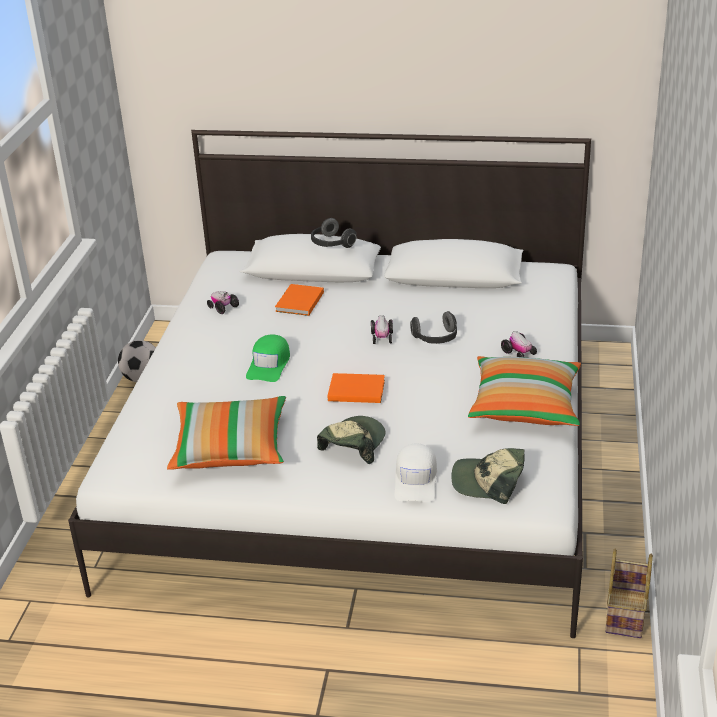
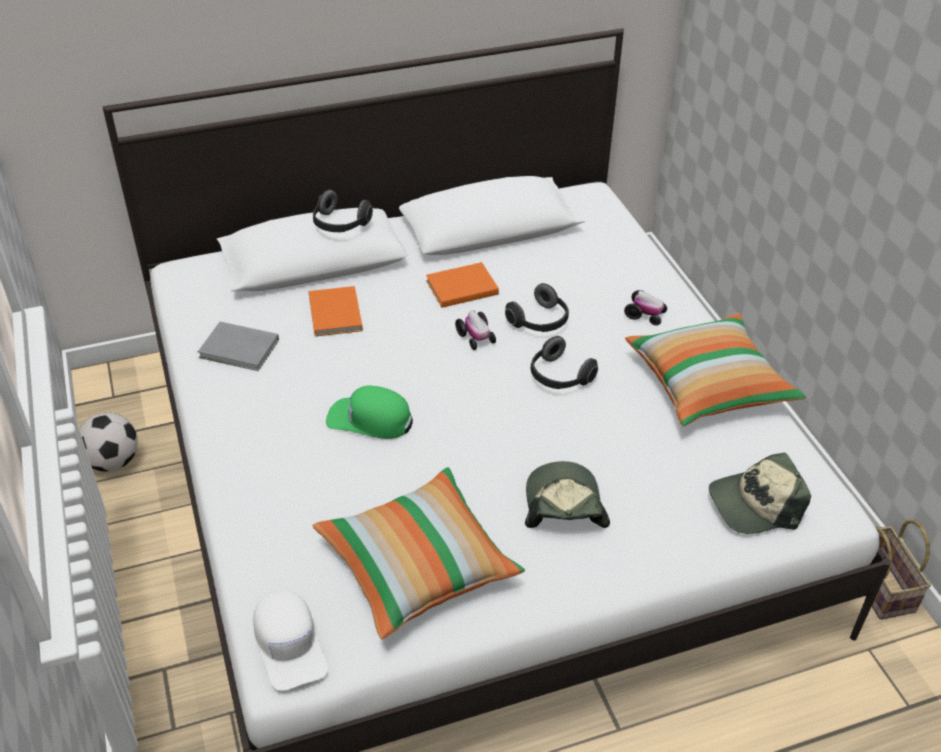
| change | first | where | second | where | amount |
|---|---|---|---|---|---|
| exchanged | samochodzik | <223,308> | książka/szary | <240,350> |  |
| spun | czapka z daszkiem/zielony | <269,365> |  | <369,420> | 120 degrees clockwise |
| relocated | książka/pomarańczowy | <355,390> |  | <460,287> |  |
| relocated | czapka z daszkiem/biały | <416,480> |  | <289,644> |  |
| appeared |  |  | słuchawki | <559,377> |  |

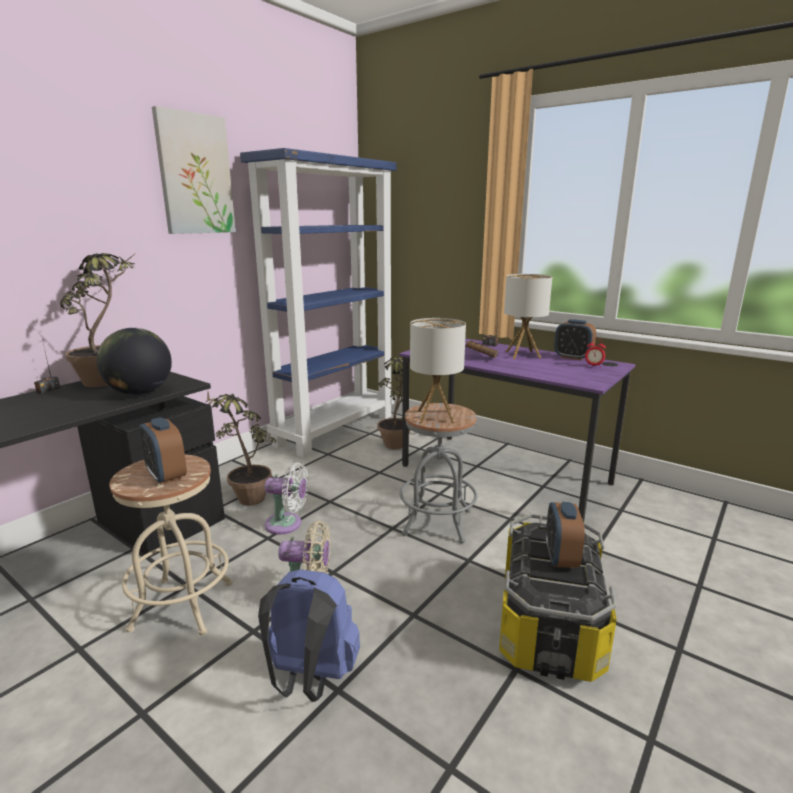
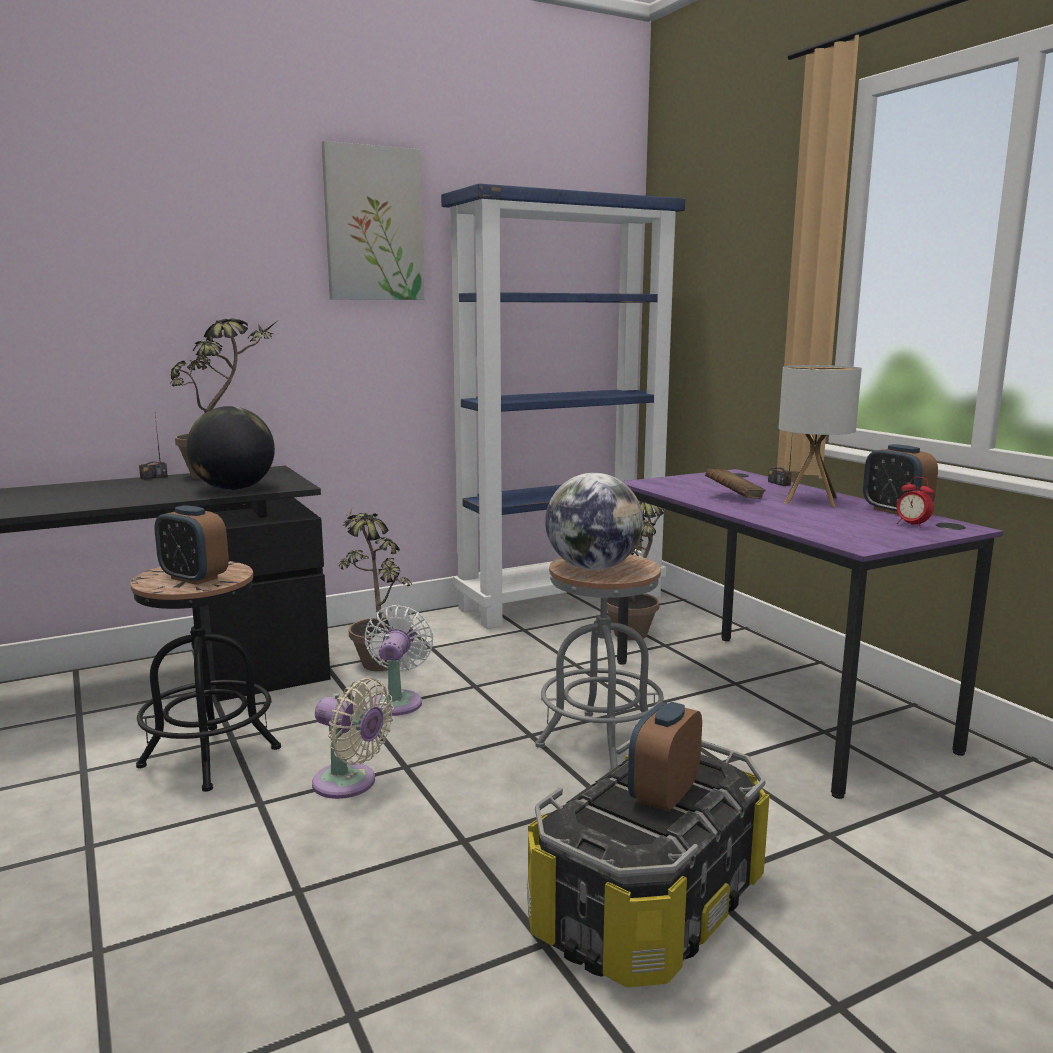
| change | first | where | second | where | amount |
|---|---|---|---|---|---|
| exchanged | lampa stołowa | <435,416> | globus | <593,567> |  |
| spun | budzik | <166,476> |  | <194,578> | 45 degrees counterclockwise |
| colour | stołek/beżowy | <182,605> | stołek/czarny | <210,757> |  |
| spun | wentylator/biały | <287,524> |  | <397,701> | 120 degrees counterclockwise |
| missing | plecak/niebieski | <310,679> |  |  |  |

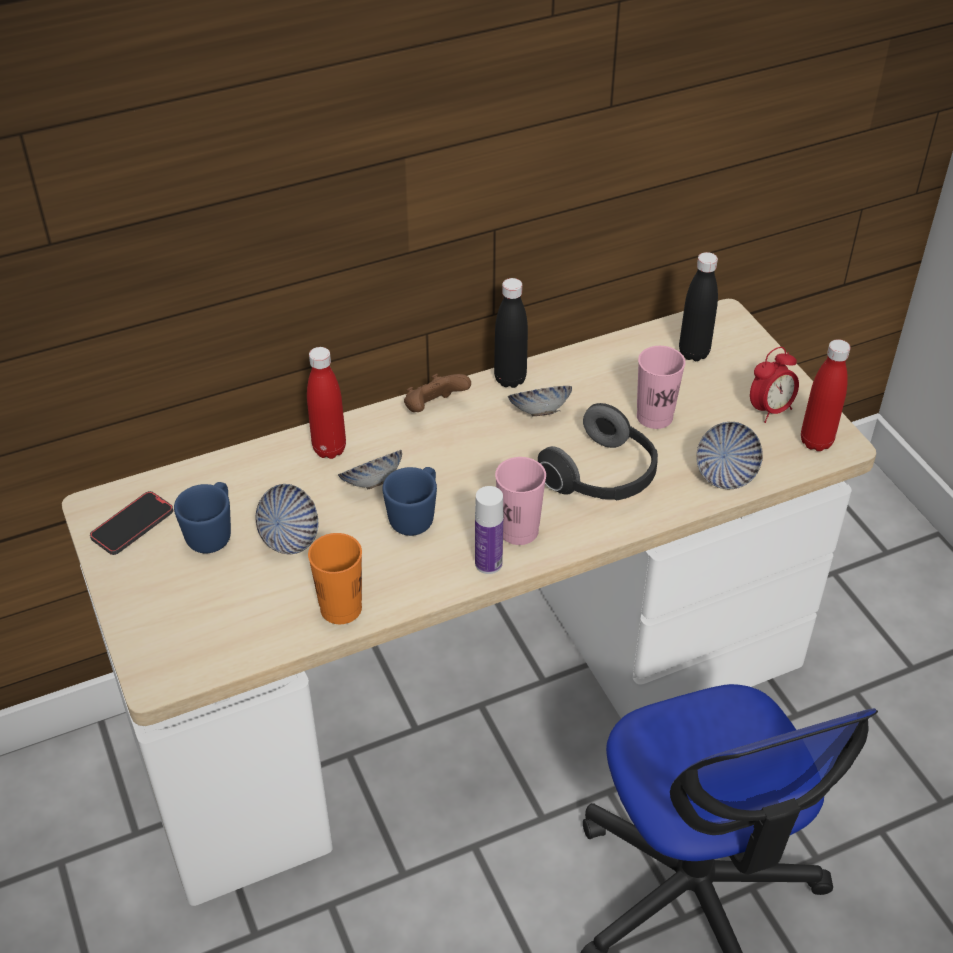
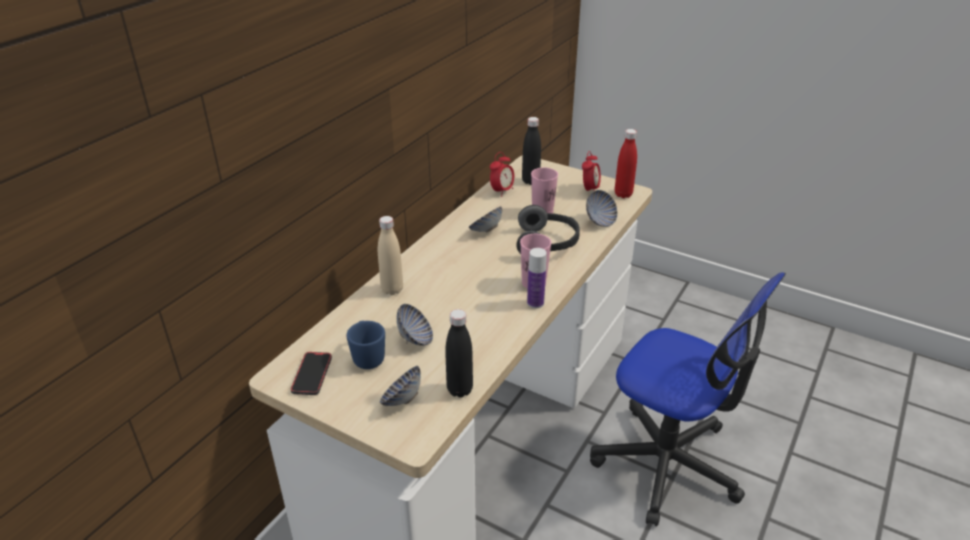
| change | first | where | second | where | amount |
|---|---|---|---|---|---|
| relocated | butelka/czarny | <510,379> |  | <459,390> |  |
| colour | butelka/czerwony | <329,449> | butelka/beżowy | <392,289> |  |
| missing | pad do gier/brązowy | <434,409> |  |  |  |
| relocated | miska | <372,483> |  | <401,400> |  |
| missing | kubek/niebieski | <416,516> |  |  |  |
| missing | filiżanka/pomarańczowy | <341,608> |  |  |  |
| appeared |  |  | budzik | <502,191> |  |

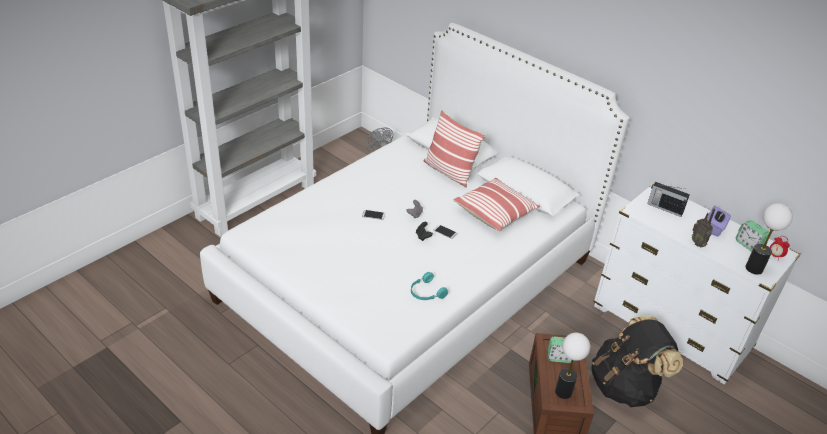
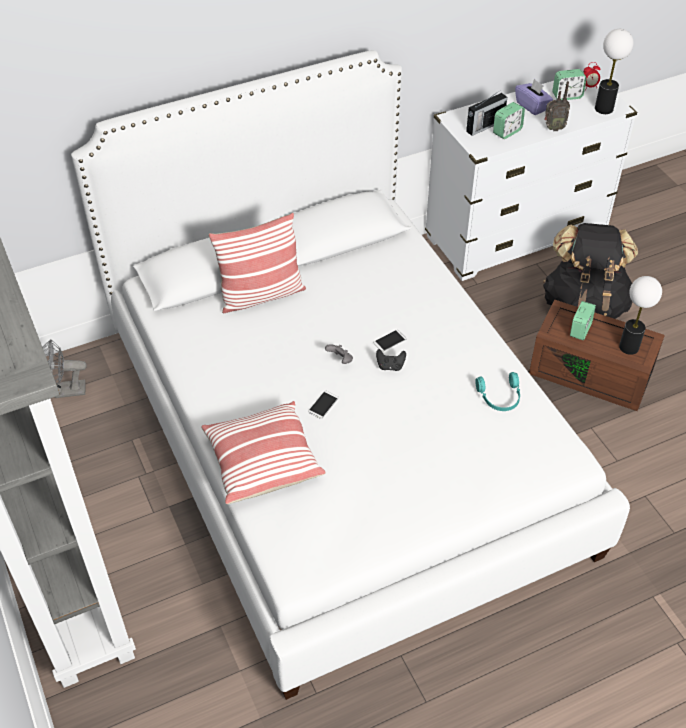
| change | first | where | second | where | amount |
|---|---|---|---|---|---|
| relocated | poduszka | <495,212> |  | <262,461> |  |
| appeared |  |  | budzik | <507,132> |  |

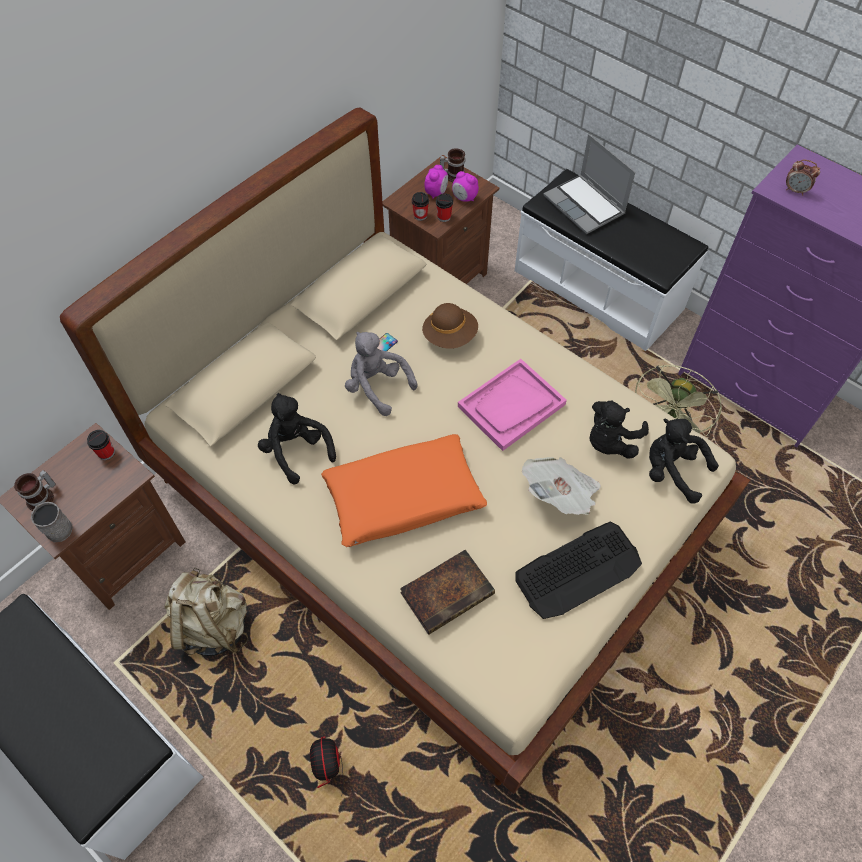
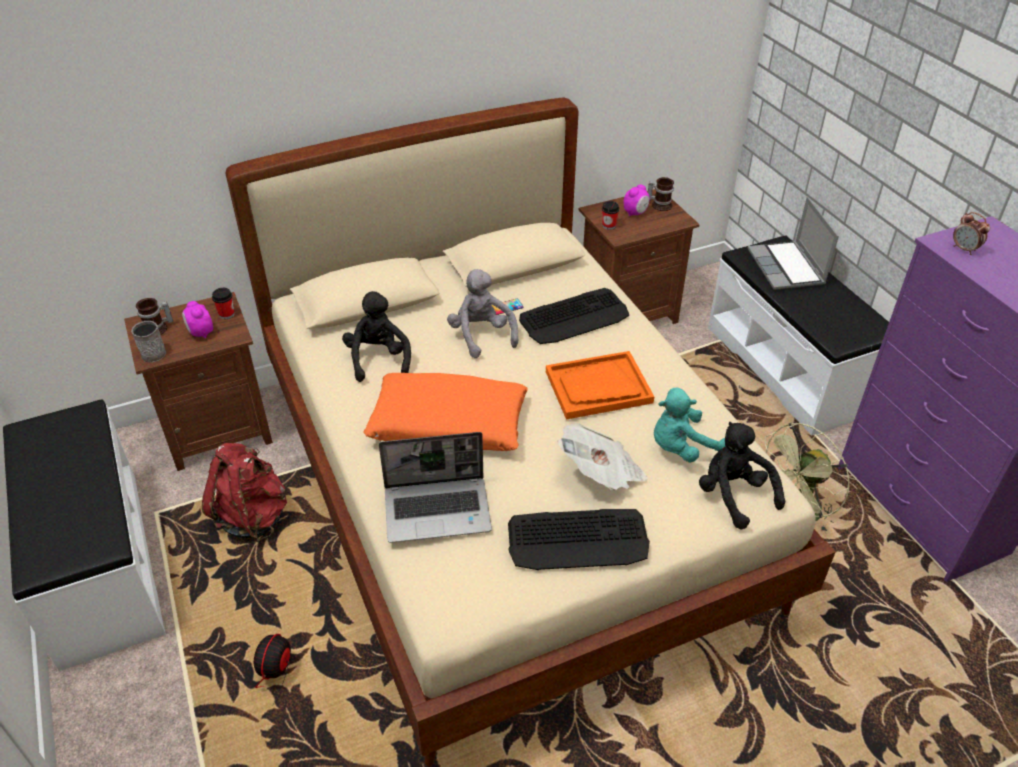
| change | first | where | second | where | amount |
|---|---|---|---|---|---|
| relocated | budzik | <464,198> |  | <201,333> |  |
| missing | filiżanka | <444,217> |  |  |  |
| exchanged | kapelusz/brązowy | <450,336> | klawiatura | <574,317> |  |
| colour | taca/różowy | <511,406> | taca/pomarańczowy | <598,387> |  |
| colour | pluszak/czarny | <610,441> | pluszak/turkusowy | <681,448> |  |
| exchanged | książka | <448,592> | laptop | <438,510> |  |
| colour | plecak/beżowy | <213,626> | plecak/czerwony | <253,517> |  |

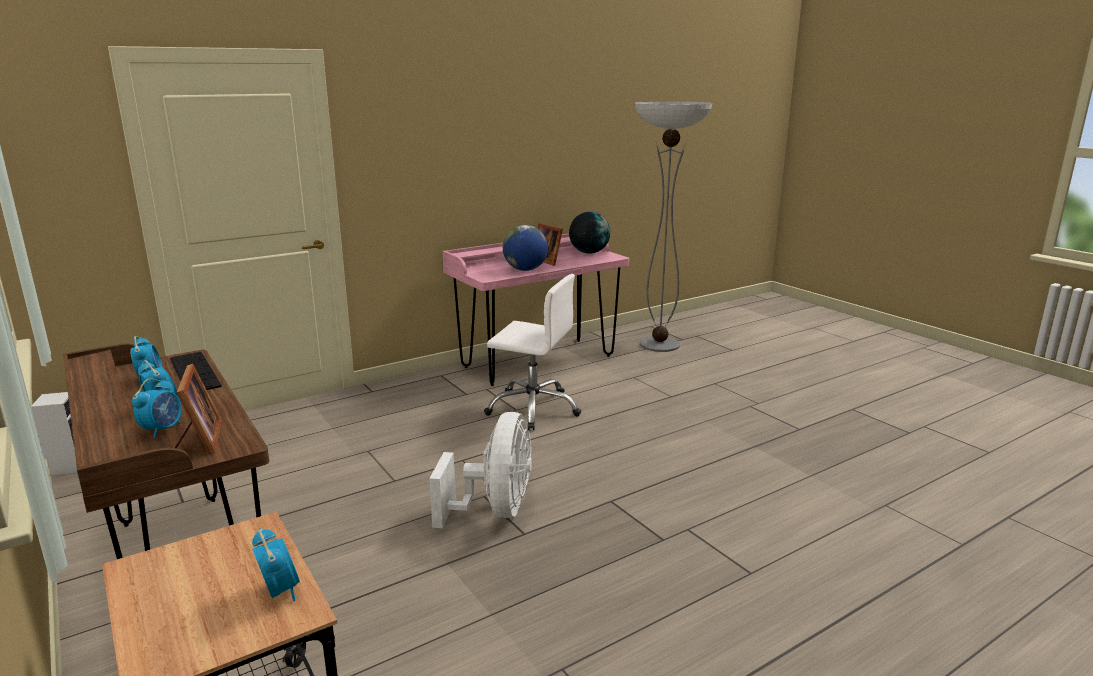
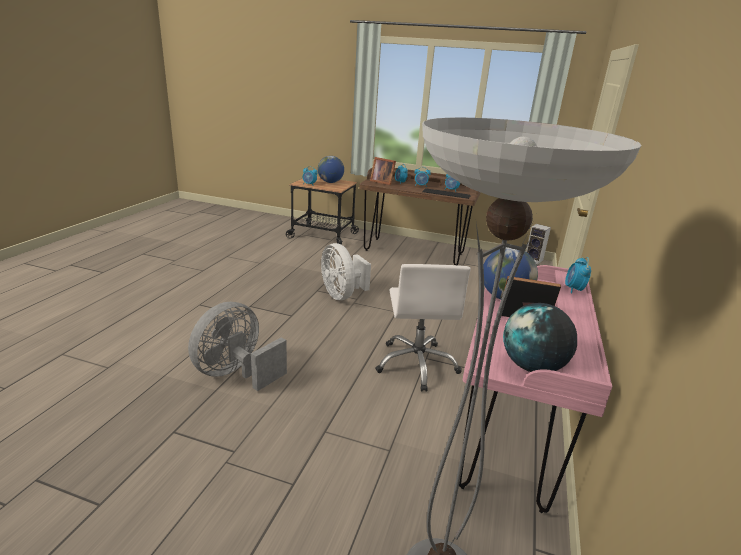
| change | first | where | second | where | amount |
|---|---|---|---|---|---|
| spun | krzesło biurowe/biały | <533,408> |  | <417,364> | 75 degrees counterclockwise |
| appeared |  |  | globus | <330,182> |  |
| appeared |  |  | budzik | <574,289> |  |
| appeared |  |  | wentylator/szary | <236,373> |  |

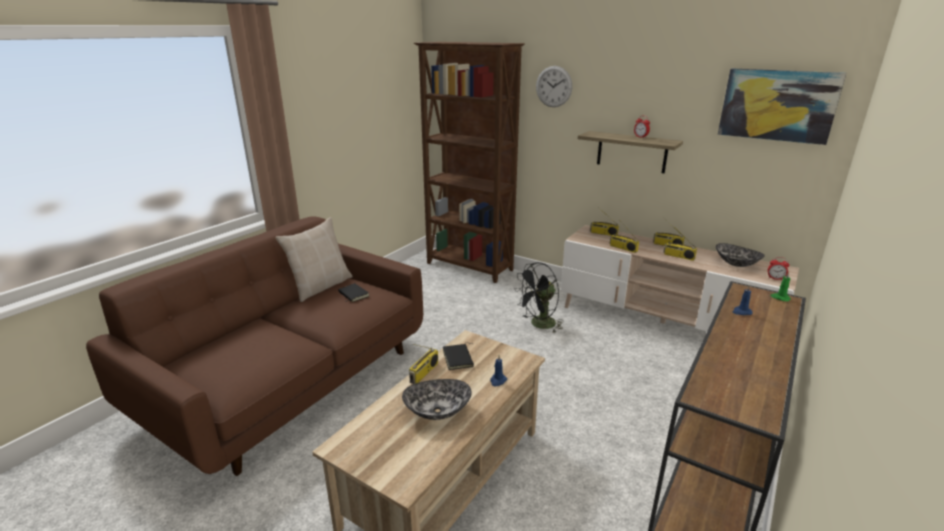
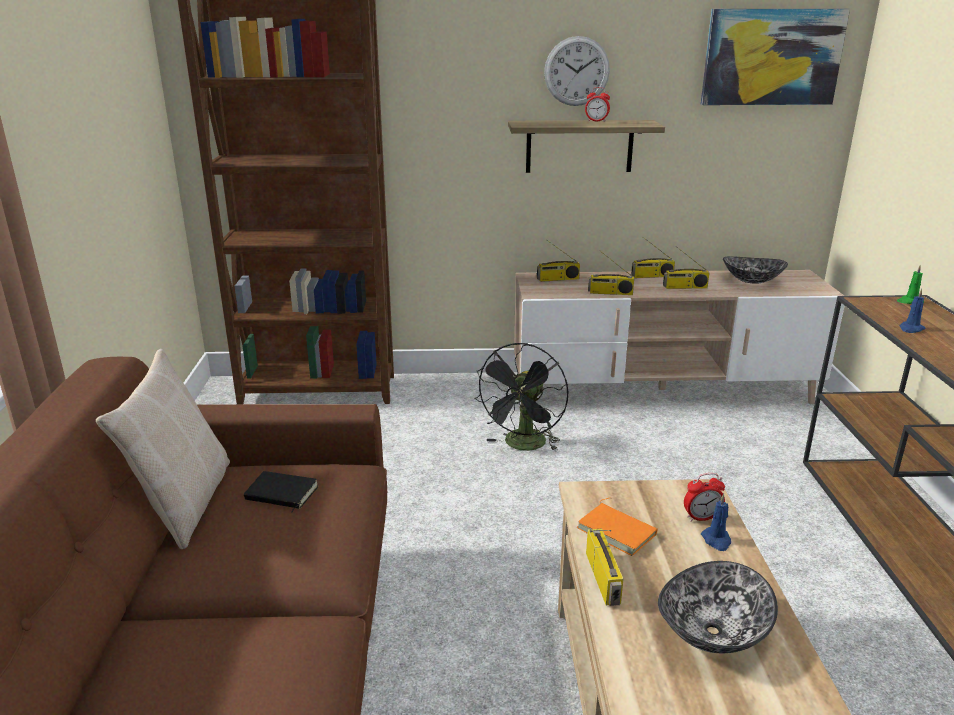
| change | first | where | second | where | amount |
|---|---|---|---|---|---|
| relocated | zegar ścienny | <554,86> |  | <576,71> |  |
| relocated | budzik | <775,278> |  | <701,518> |  |
| colour | książka/czarny | <459,358> | książka/pomarańczowy | <618,531> |  |

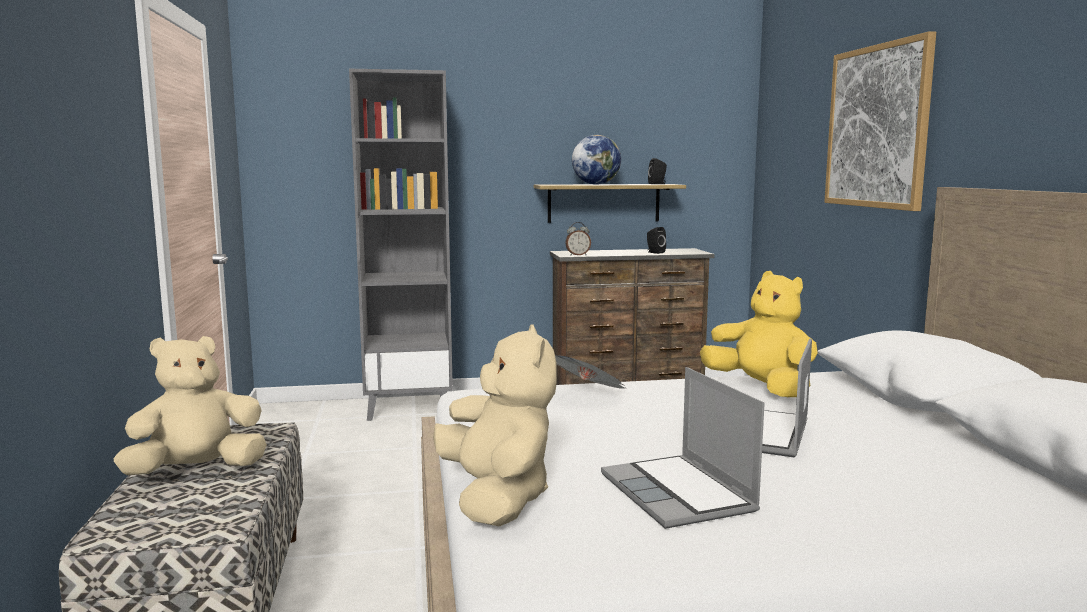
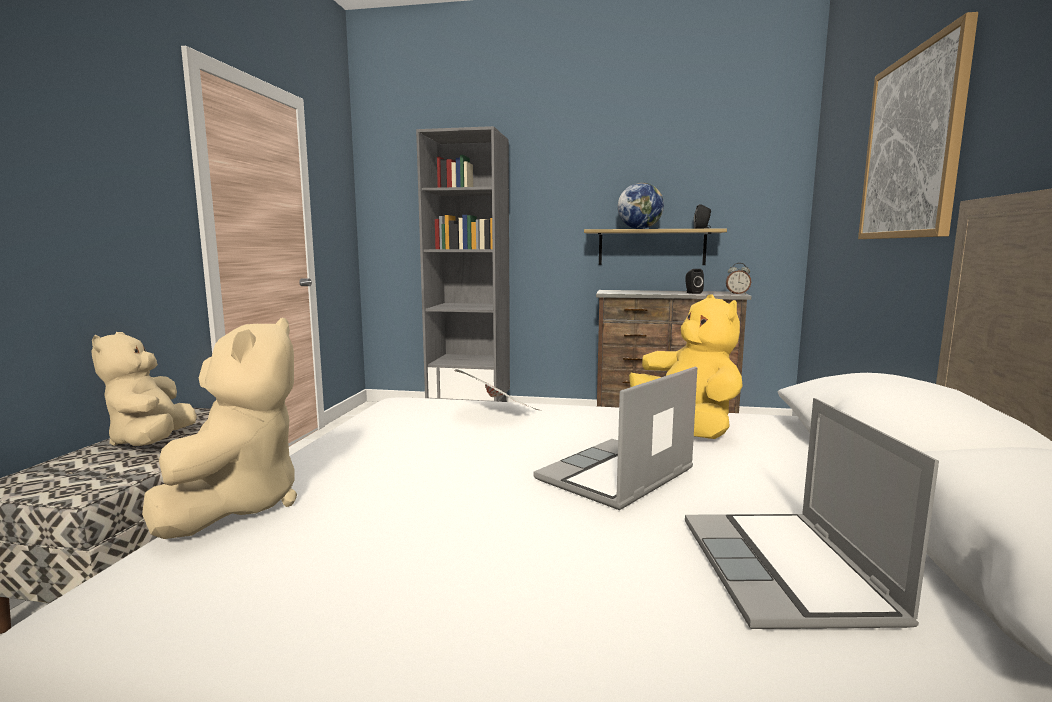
| change | first | where | second | where | amount |
|---|---|---|---|---|---|
| relocated | budzik | <578,255> |  | <737,294> |  |
| spun | pluszak/beżowy | <196,471> |  | <152,442> | 90 degrees counterclockwise |
| relocated | laptop | <679,494> |  | <788,572> |  |

